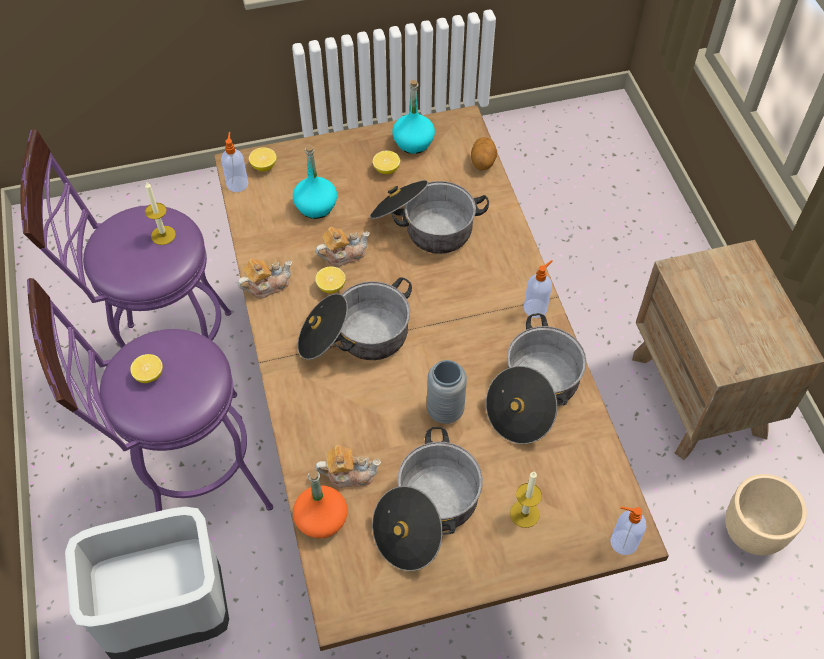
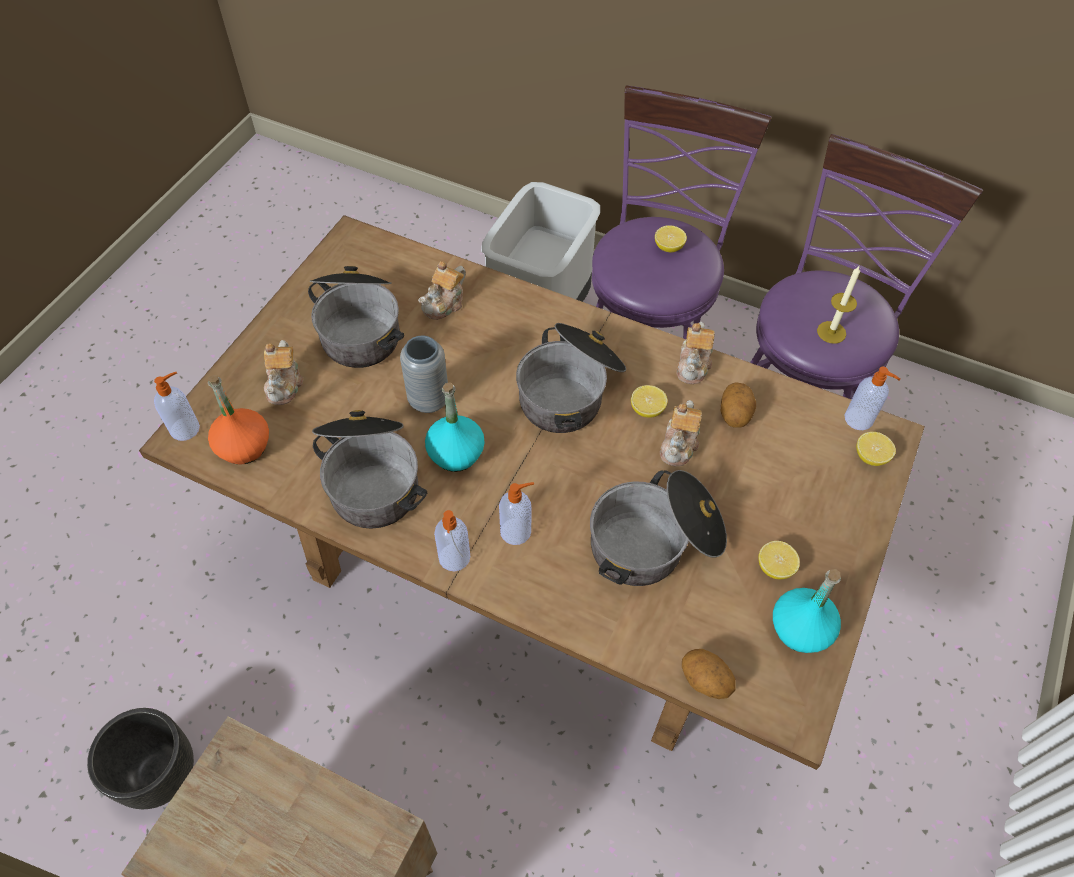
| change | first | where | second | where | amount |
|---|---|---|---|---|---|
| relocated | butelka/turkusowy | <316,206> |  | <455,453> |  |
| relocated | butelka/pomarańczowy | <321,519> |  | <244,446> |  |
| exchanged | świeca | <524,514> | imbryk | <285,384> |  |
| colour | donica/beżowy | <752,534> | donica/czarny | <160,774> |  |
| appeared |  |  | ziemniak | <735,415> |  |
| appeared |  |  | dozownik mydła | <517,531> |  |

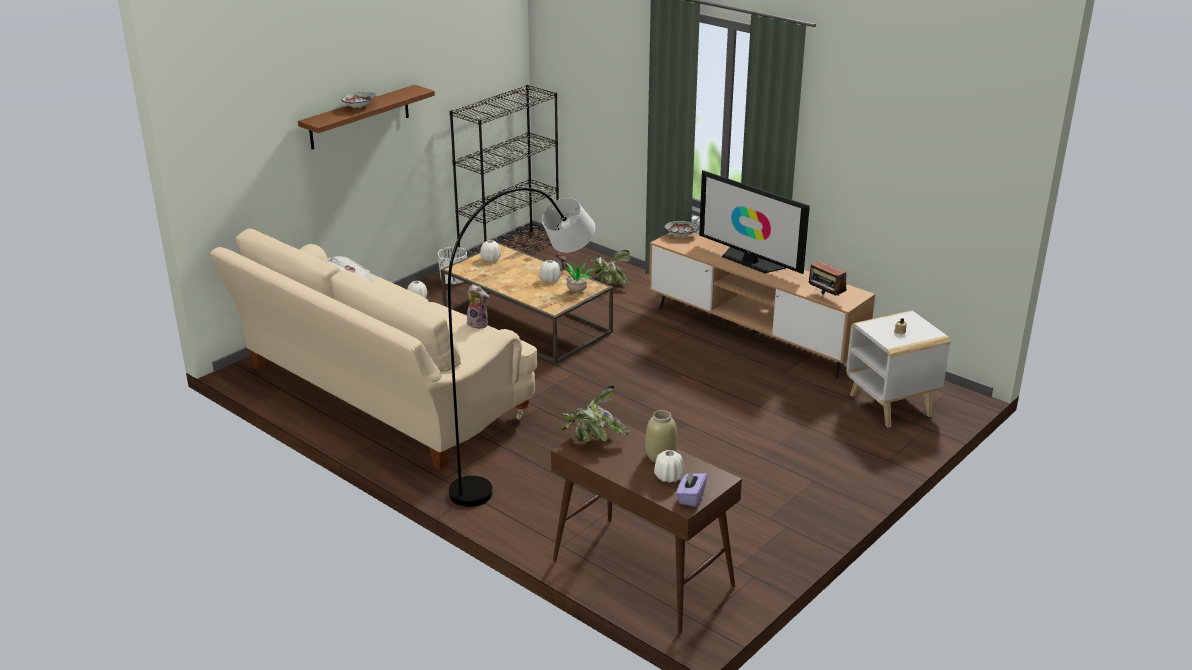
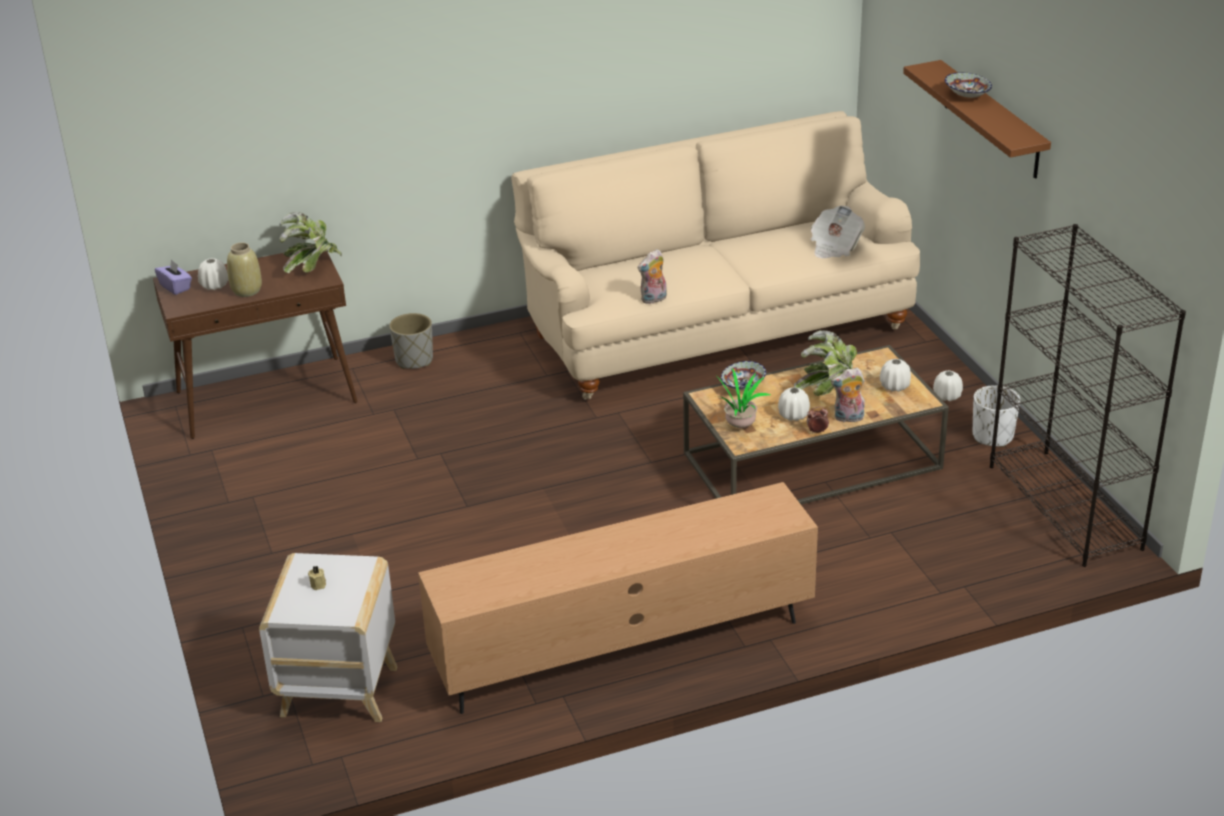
| change | first | where | second | where | amount |
|---|---|---|---|---|---|
| missing | telewizor | <750,261> |  |  |  |
| missing | lampa stojąca/szary | <527,458> |  |  |  |
| relocated | miska | <681,235> |  | <743,386> |  |
| relocated | roślina doniczkowa | <609,284> |  | <829,389> |  |
| missing | radio | <825,297> |  |  |  |
| appeared |  |  | donica/szary | <414,360> |  |
| appeared |  |  | pluszak | <848,418> |  |

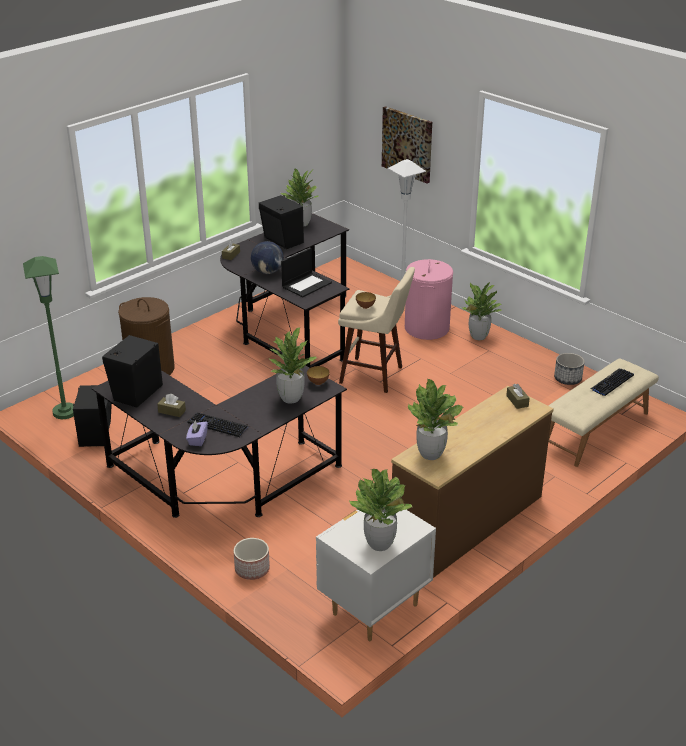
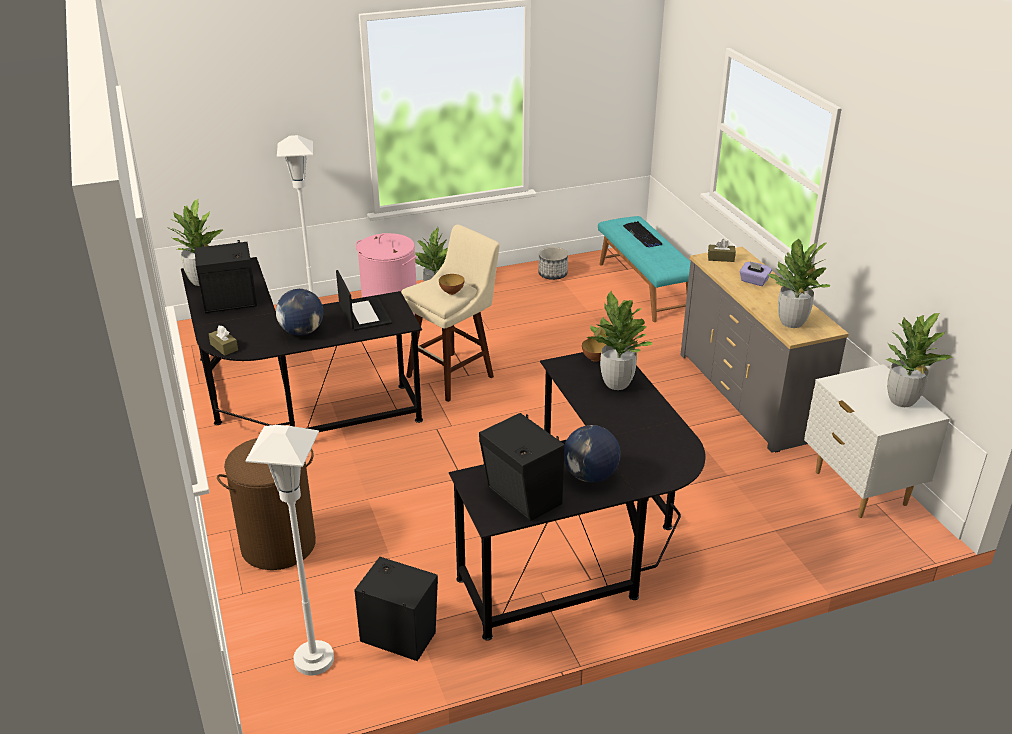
| change | first | where | second | where | amount |
|---|---|---|---|---|---|
| missing | obraz | <407,144> |  |  |  |
| colour | lampa stojąca/zielony | <65,412> | lampa stojąca/biały | <314,659> |  |
| colour | ławka/beżowy | <596,431> | ławka/turkusowy | <644,288> |  |
| colour | komoda/brązowy | <468,523> | komoda/szary | <749,395> |  |
| exchanged | pudełko chusteczek/brązowy | <172,411> | globus | <590,476> |  |
| missing | klawiatura | <218,425> |  |  |  |
| relocated | pudełko chusteczek/fioletowy | <197,440> |  | <753,281> |  |
| missing | donica | <251,569> |  |  |  |

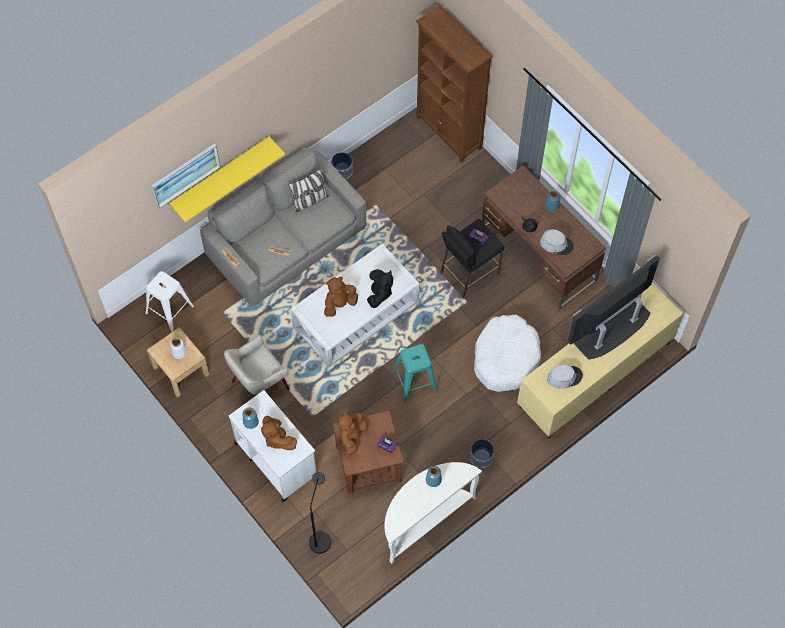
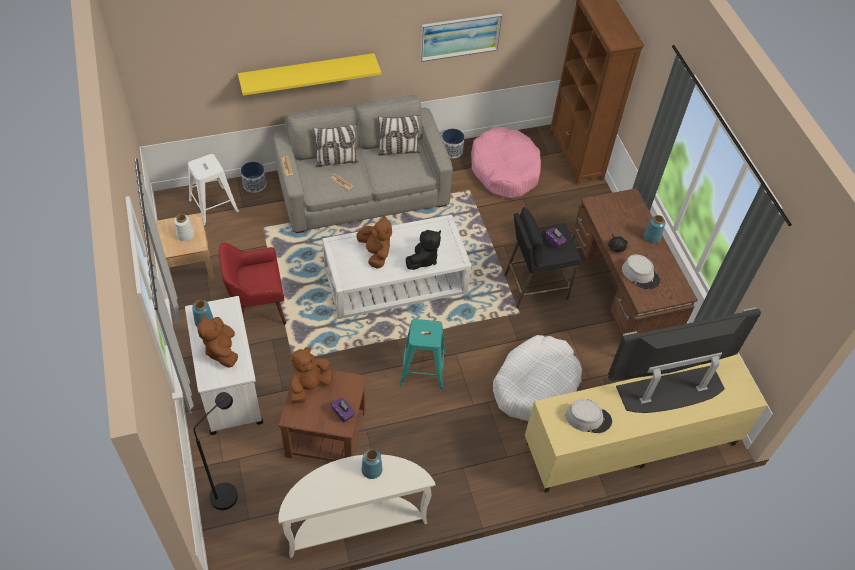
| change | first | where | second | where | amount |
|---|---|---|---|---|---|
| relocated | obraz | <185,175> |  | <460,36> |  |
| spun | pluszak/brązowy | <339,304> |  | <375,253> | 75 degrees clockwise |
| colour | fotel/beżowy | <259,385> | fotel/czerwony | <257,308> |  |
| relocated | donica | <481,457> |  | <254,184> |  |
| appeared |  |  | poduszka | <336,161> |  |
| appeared |  |  | legowisko/różowy | <504,170> |  |

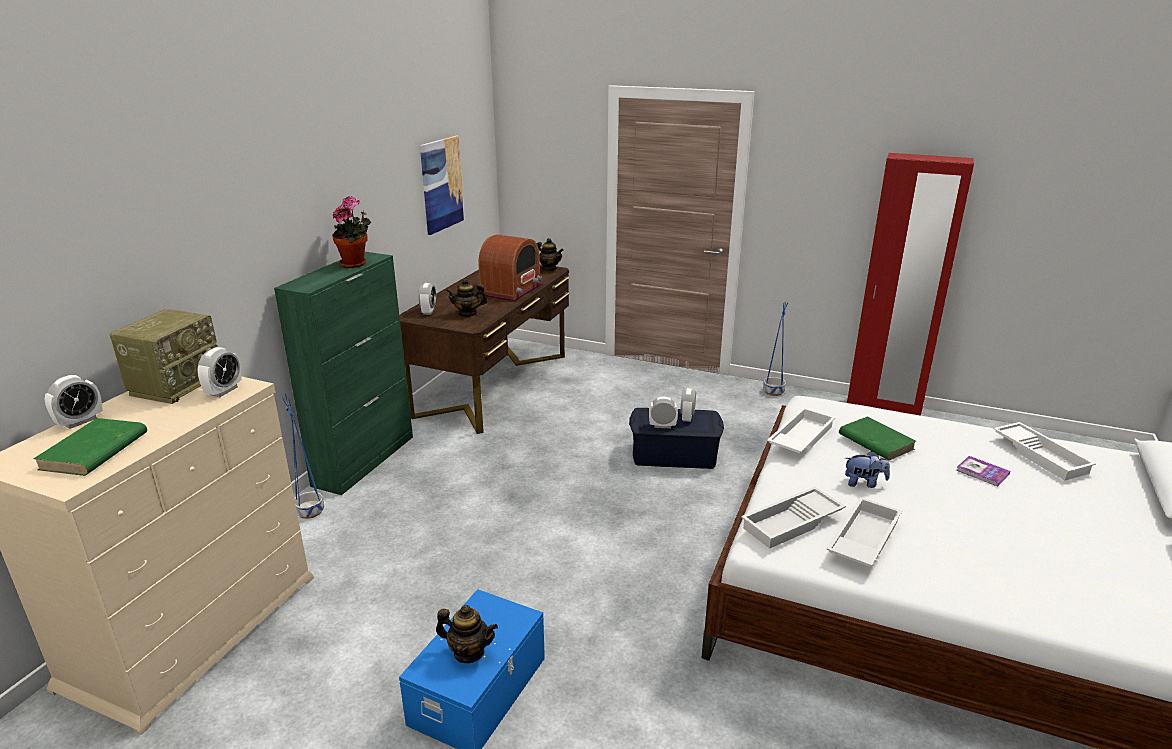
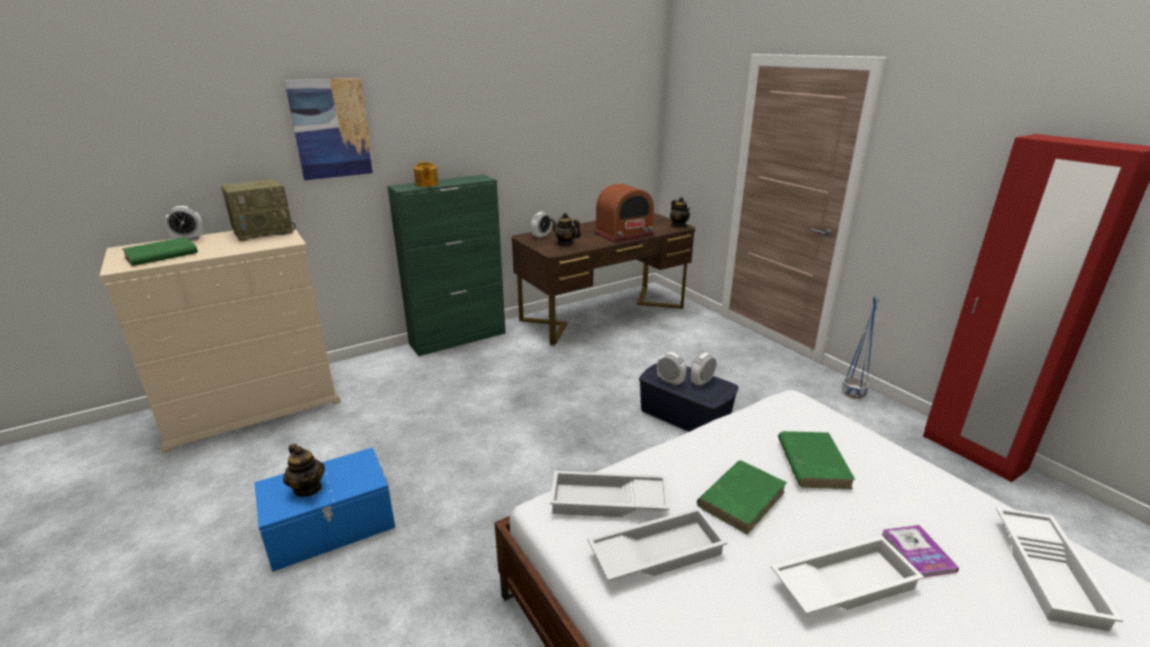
| change | first | where | second | where | amount |
|---|---|---|---|---|---|
| relocated | obraz | <441,184> |  | <331,129> |  |
| missing | roślina doniczkowa | <356,264> |  |  |  |
| missing | budzik | <224,391> |  |  |  |
| missing | donica/niebieski | <309,511> |  |  |  |
| relocated | taca/biały | <800,437> |  | <842,582> |  |
| exchanged | pluszak | <864,483> | książka/zielony | <741,498> |  |
| appeared |  |  | imbryk | <426,184> |  |

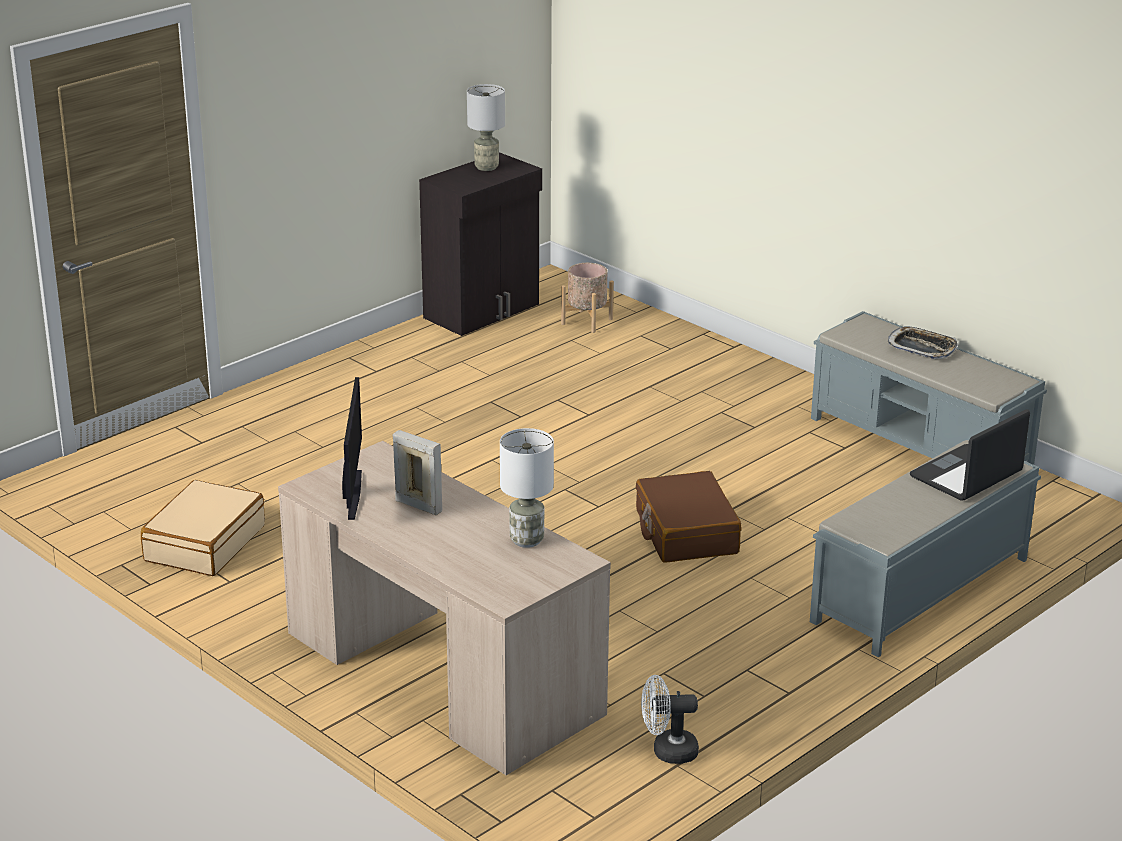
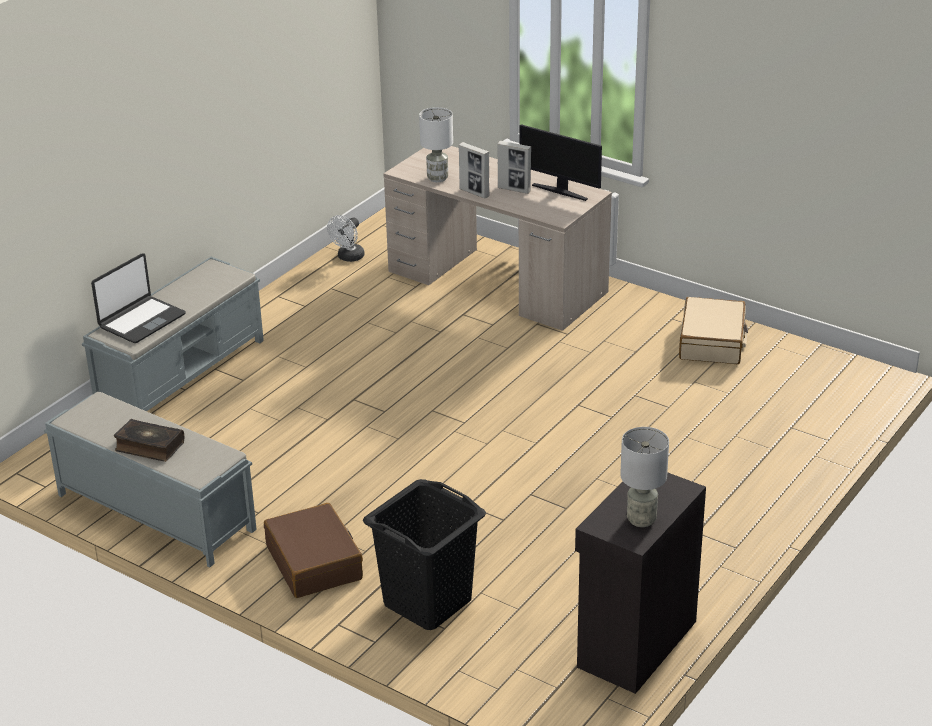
| change | first | where | second | where | amount |
|---|---|---|---|---|---|
| missing | donica/beżowy | <586,321> |  |  |  |
| exchanged | taca | <922,348> | książka | <149,447> |  |
| spun | monitor | <351,495> |  | <560,191> | 45 degrees counterclockwise |
| relocated | walizka/brązowy | <685,532> |  | <314,562> |  |
| spun | wentylator/biały | <667,751> |  | <348,258> | 135 degrees clockwise |
| appeared |  |  | ramka na zdjęcie | <474,193> |  |
| appeared |  |  | kosz na pranie/czarny | <426,602> |  |

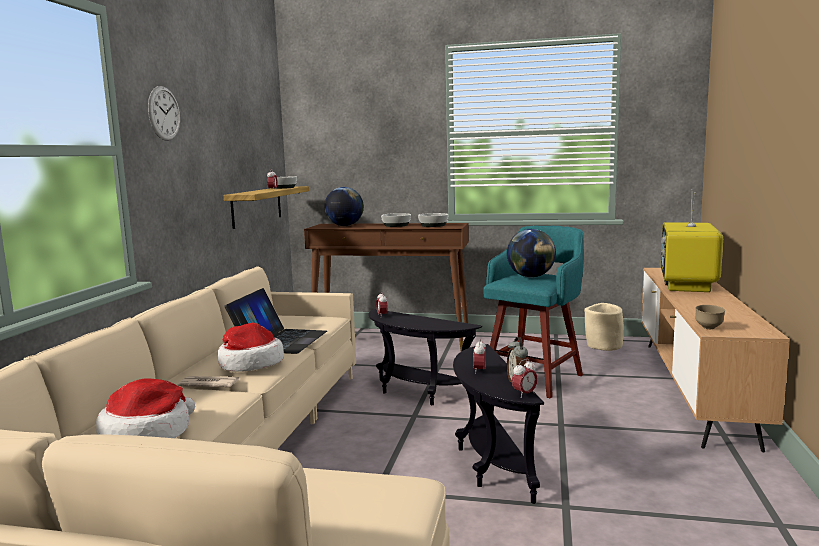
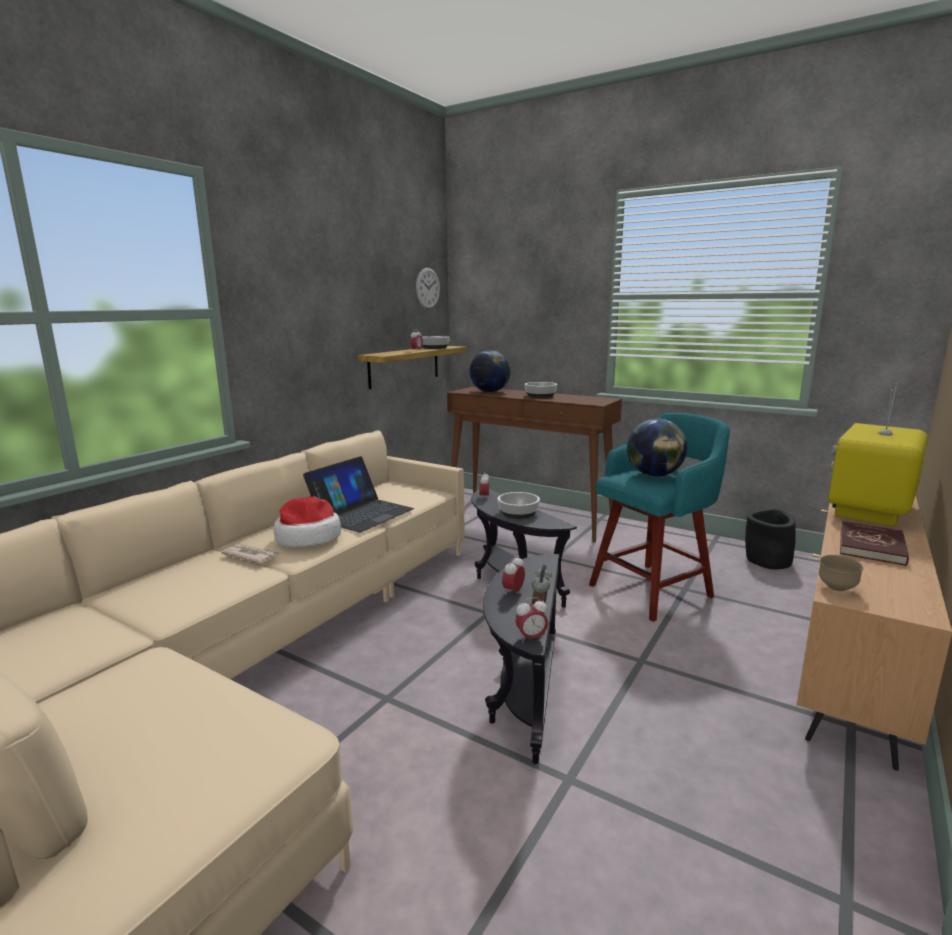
| change | first | where | second | where | amount |
|---|---|---|---|---|---|
| relocated | zegar ścienny | <164,113> |  | <428,288> |  |
| relocated | miska | <433,225> |  | <518,513> |  |
| colour | donica/beżowy | <603,346> | donica/czarny | <768,561> |  |
| missing | kapelusz | <148,433> |  |  |  |
| appeared |  |  | książka/czerwony | <872,546> |  |

